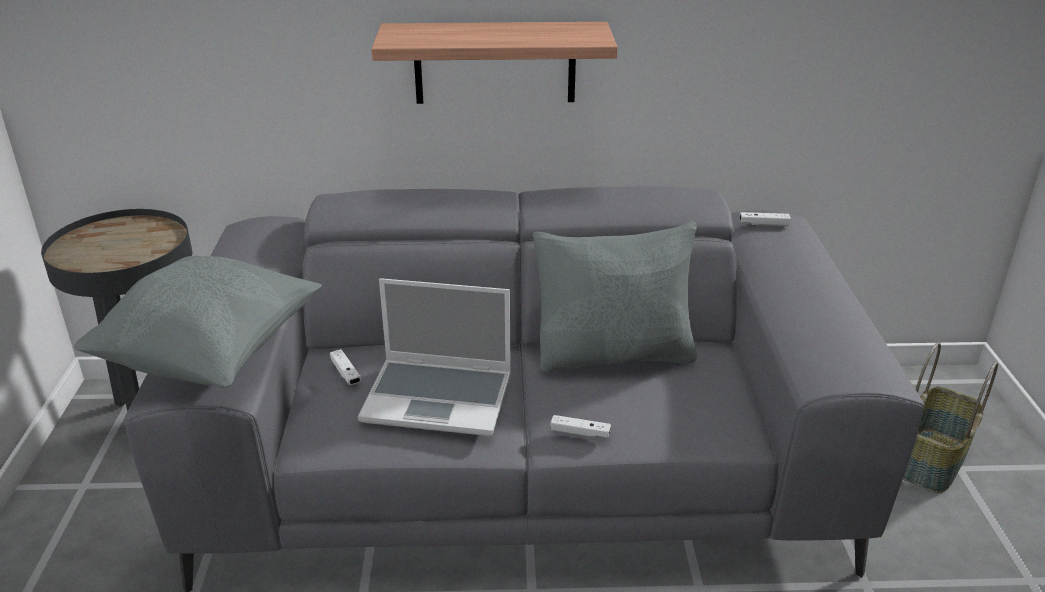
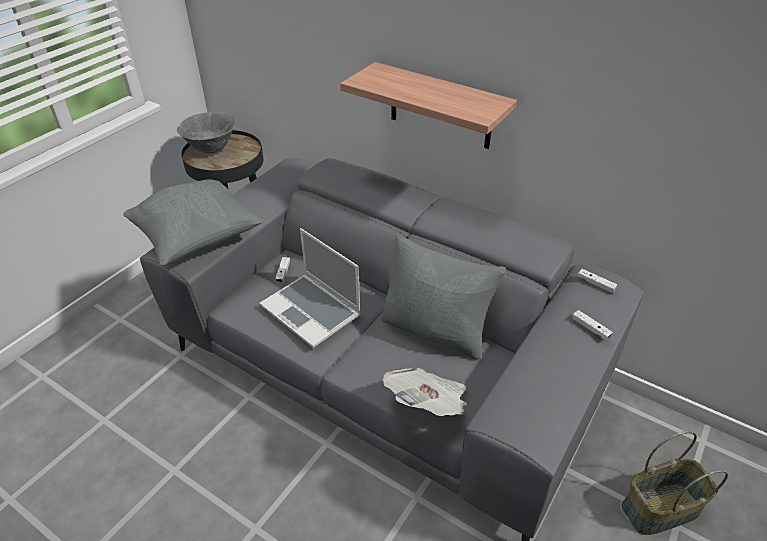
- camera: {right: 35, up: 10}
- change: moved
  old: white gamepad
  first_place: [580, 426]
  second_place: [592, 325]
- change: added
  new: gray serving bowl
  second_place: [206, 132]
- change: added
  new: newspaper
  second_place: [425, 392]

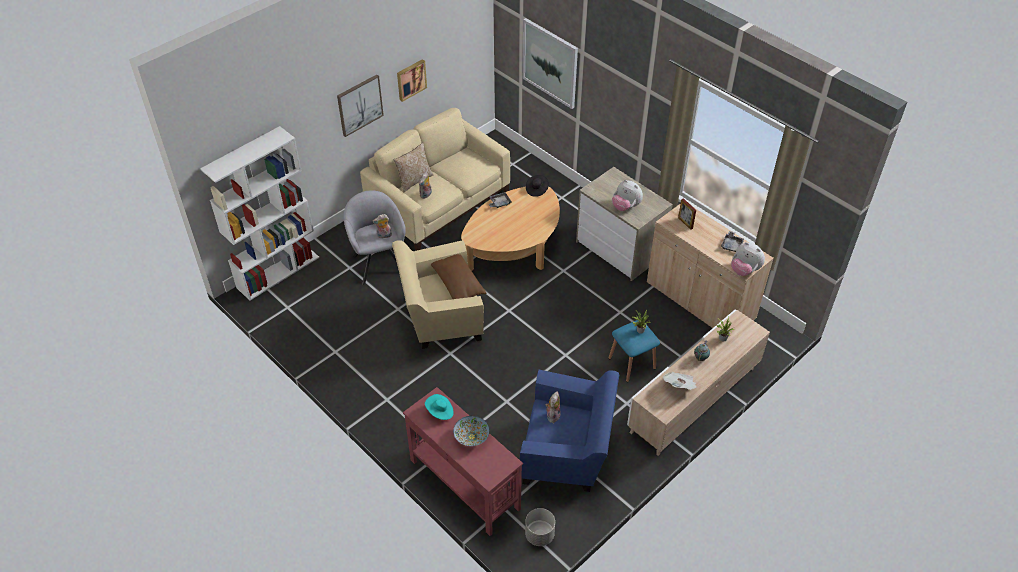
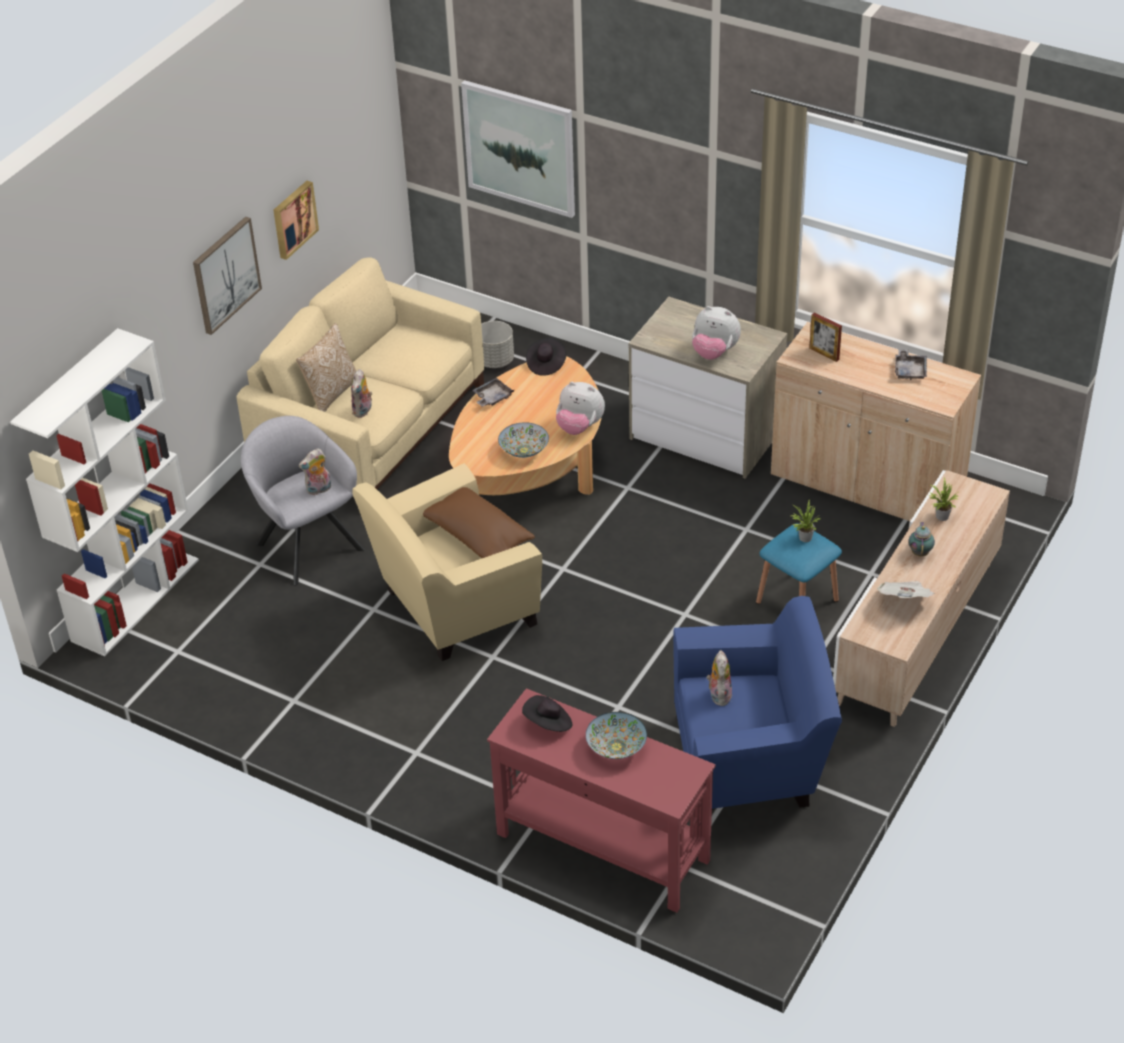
- camera: {right: -15, up: -5}
- change: recoloured
  old: blue-green clothing hat
  new: black clothing hat
  first_place: [439, 407]
  second_place: [547, 713]
- change: moved
  old: gray flower pot
  first_place: [540, 527]
  second_place: [497, 344]
- change: moved
  old: soft toy
  first_place: [748, 259]
  second_place: [580, 408]
- change: added
  new: serving bowl
  second_place: [523, 440]

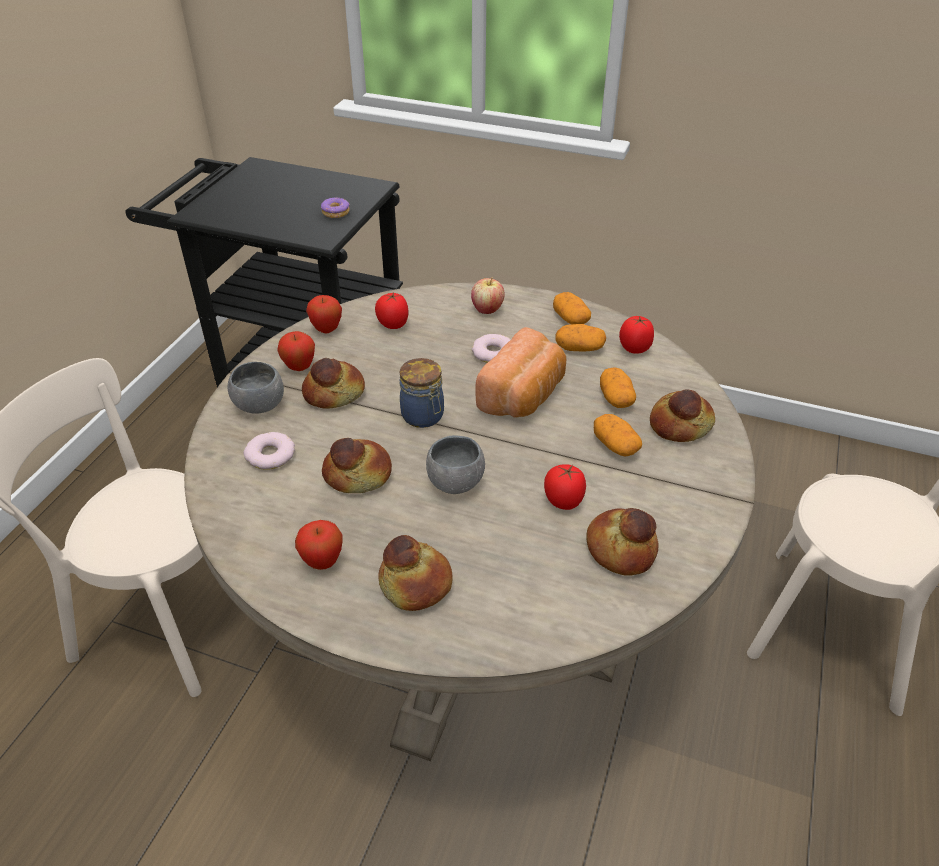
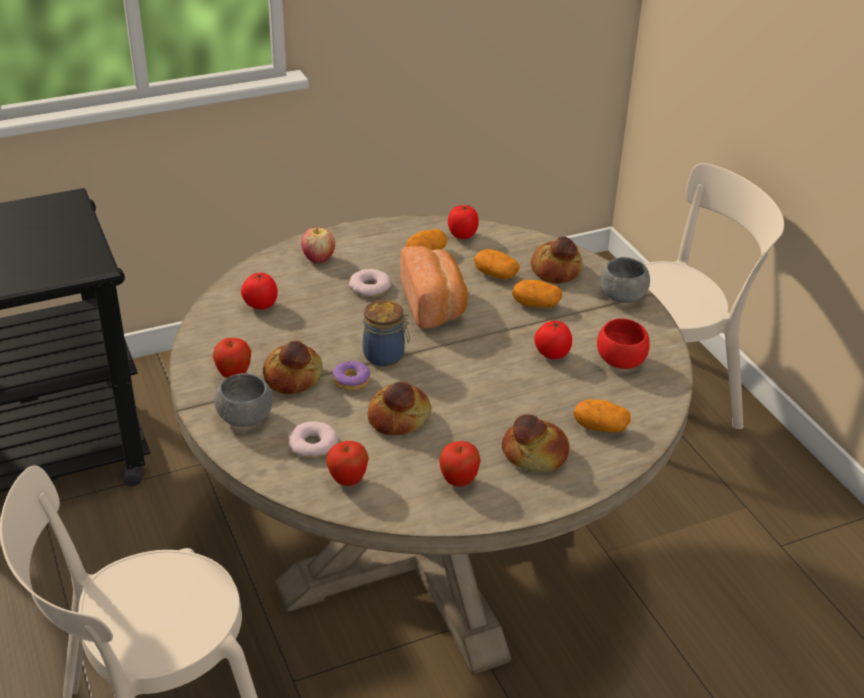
- camera: {right: -45, up: -5}
- change: moved
  old: apple fruit
  first_place: [324, 314]
  second_place: [347, 463]
- change: moved
  old: donut
  first_place: [335, 207]
  second_place: [351, 376]
- change: moved
  old: gray serving bowl
  first_place: [455, 464]
  second_place: [625, 280]
- change: moved
  old: spud
  first_place: [572, 308]
  second_place: [602, 415]
- change: replaced
  old: bread
  new: red-coloured serving bowl
  first_place: [622, 542]
  second_place: [623, 343]

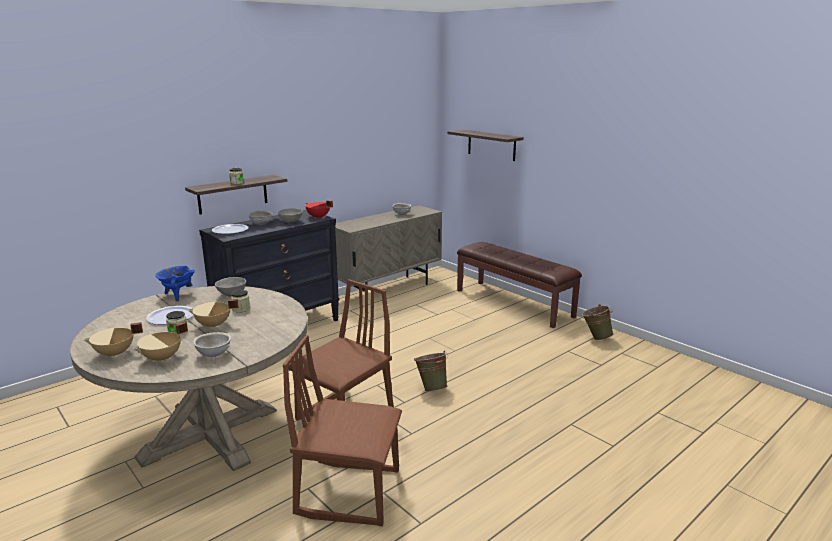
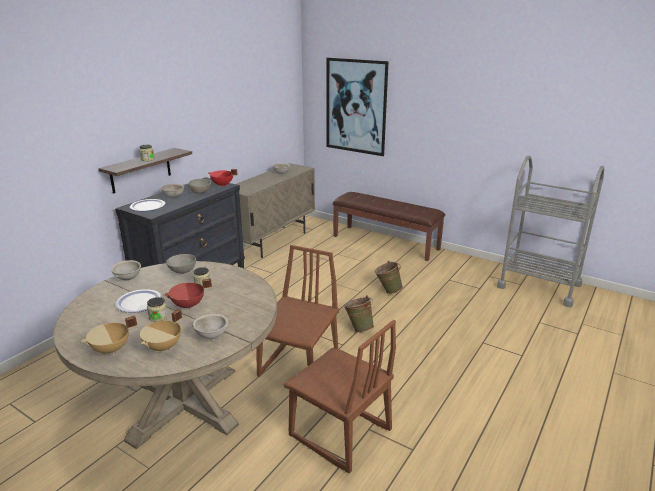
- camera: {right: -15, up: 5}
- change: replaced
  old: bluish saucepot
  new: gray serving bowl
  first_place: [175, 283]
  second_place: [126, 270]
- change: recoloured
  old: beige saucepot
  new: red-coloured saucepot
  first_place: [213, 314]
  second_place: [188, 294]
- change: turned
  old: brown-coloured plain chair
  first_place: [342, 430]
  second_place: [340, 396]
  degrees: -135
- change: replaced
  old: bracket shelf
  new: picture
  first_place: [485, 145]
  second_place: [358, 107]
- change: moved
  old: greenish bucket
  first_place: [597, 322]
  second_place: [389, 277]
- change: added
  new: gray trolley
  second_place: [550, 231]

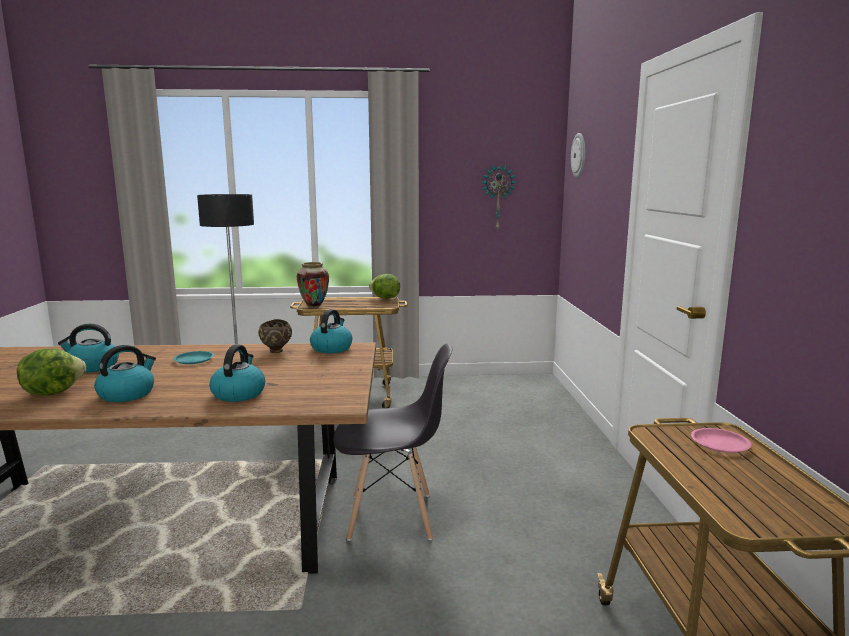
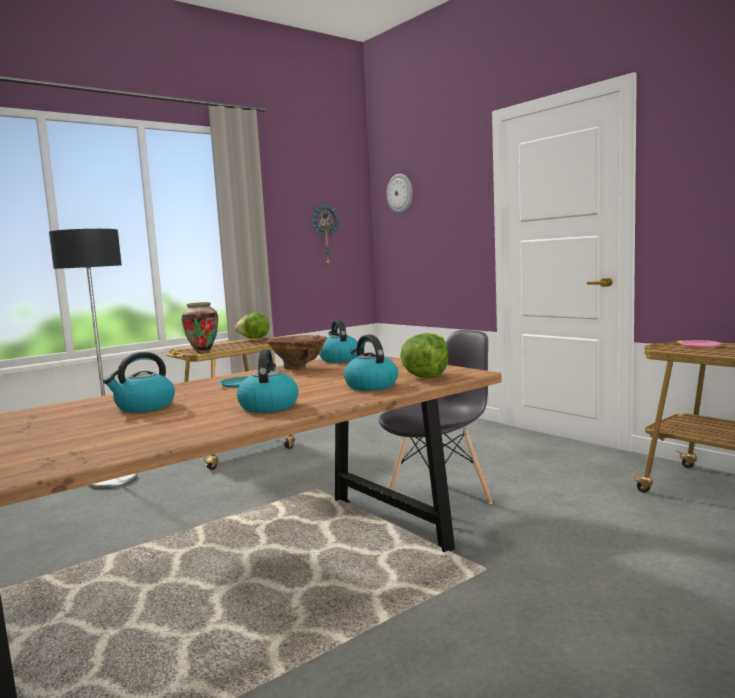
- camera: {right: -35, up: -5}
- change: moved
  old: head of lettuce
  first_place: [51, 372]
  second_place: [424, 355]
- change: replaced
  old: brown-coloured serving bowl
  new: brown-coloured vase
  first_place: [275, 336]
  second_place: [296, 352]

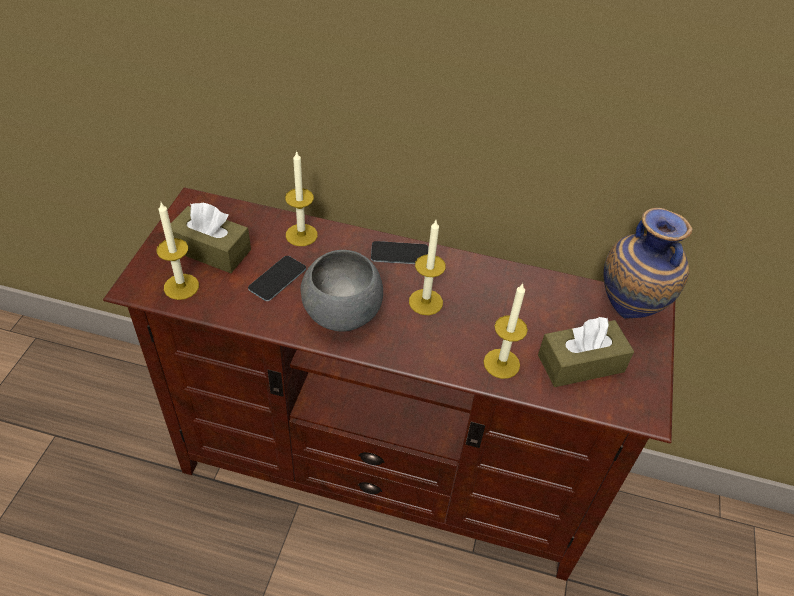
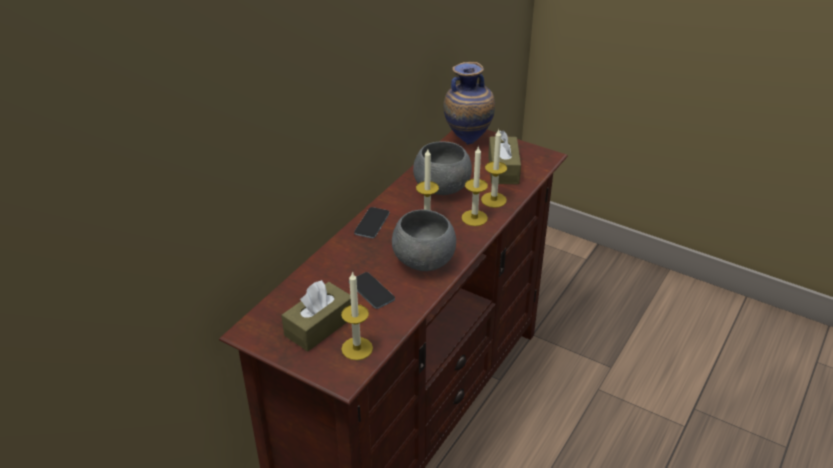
- camera: {right: -70, up: -10}
- change: moved
  old: wax light
  first_place: [301, 198]
  second_place: [474, 186]
- change: added
  new: gray serving bowl
  second_place: [442, 168]

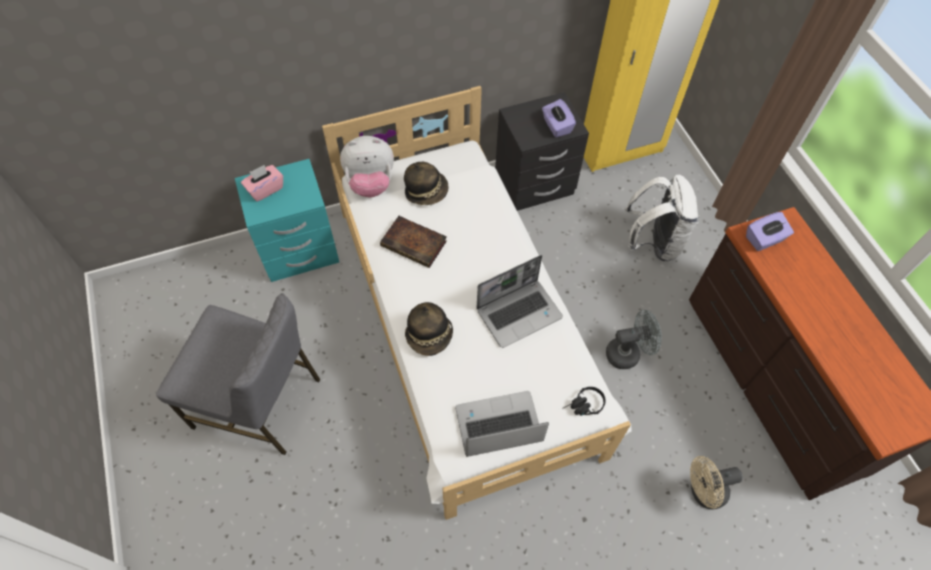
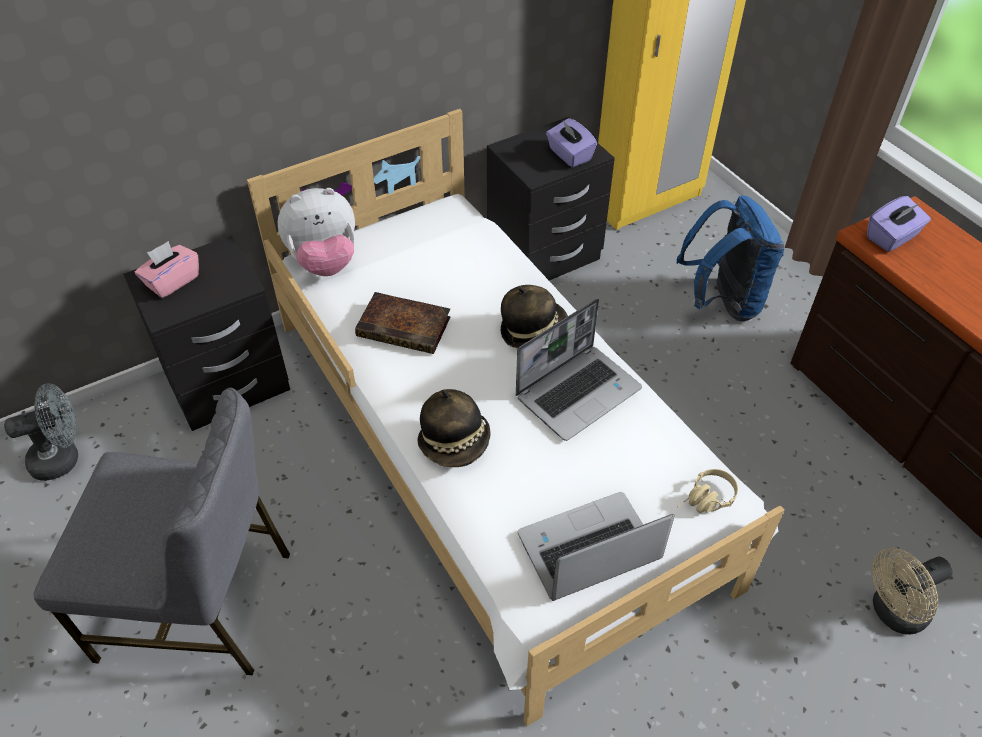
- camera: {right: -10, up: -10}
- change: recoloured
  old: blue-green bedside table
  new: black bedside table
  first_place: [287, 220]
  second_place: [206, 333]
- change: moved
  old: clothing hat
  first_place: [426, 183]
  second_place: [534, 317]
- change: recoloured
  old: black pair of headphones
  new: beige pair of headphones
  first_place: [584, 401]
  second_place: [707, 491]
- change: moved
  old: gray fan
  first_place: [634, 339]
  second_place: [41, 432]
- change: recoloured
  old: white knapsack
  new: bluish knapsack
  first_place: [662, 218]
  second_place: [730, 258]

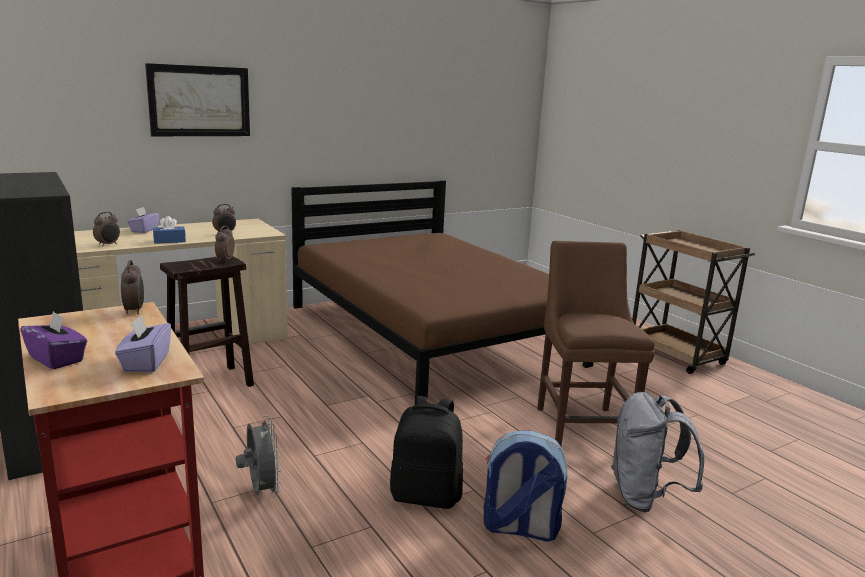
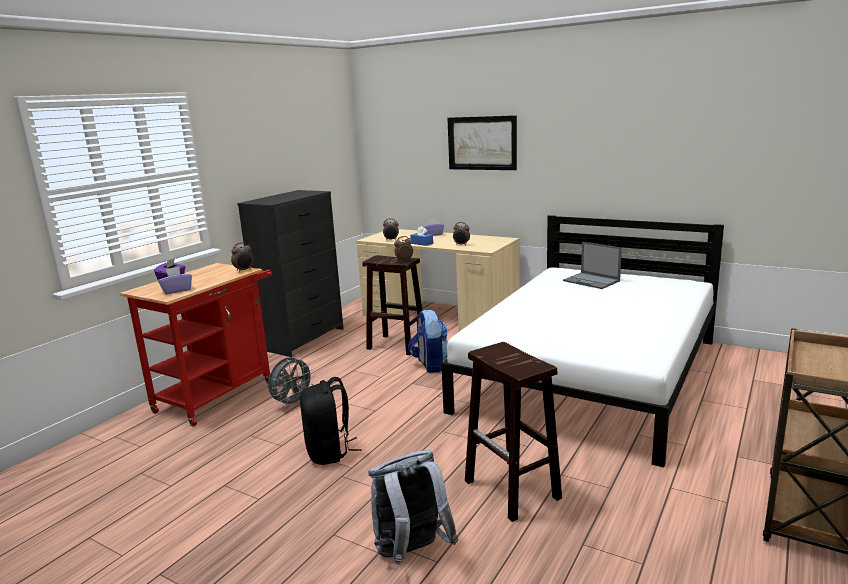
- camera: {right: 65, up: 0}
- change: recoloured
  old: brown-coloured bed
  new: white bed
  first_place: [442, 292]
  second_place: [582, 341]
- change: moved
  old: knapsack
  first_place: [525, 486]
  second_place: [428, 341]
- change: replaced
  old: brown-coloured plain chair
  new: brown-coloured stool
  first_place: [596, 343]
  second_place: [513, 432]
- change: added
  new: notebook computer
  second_place: [592, 265]

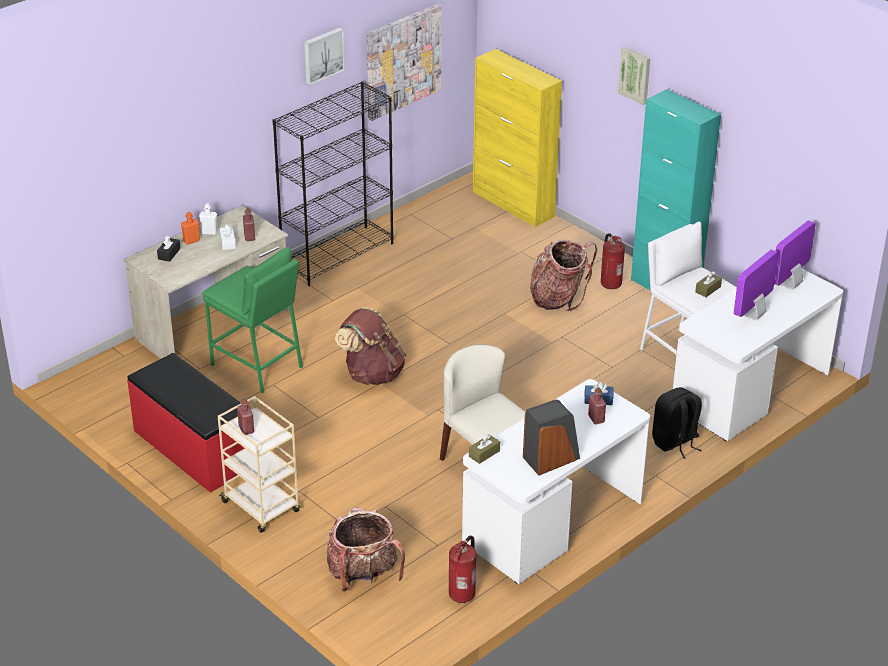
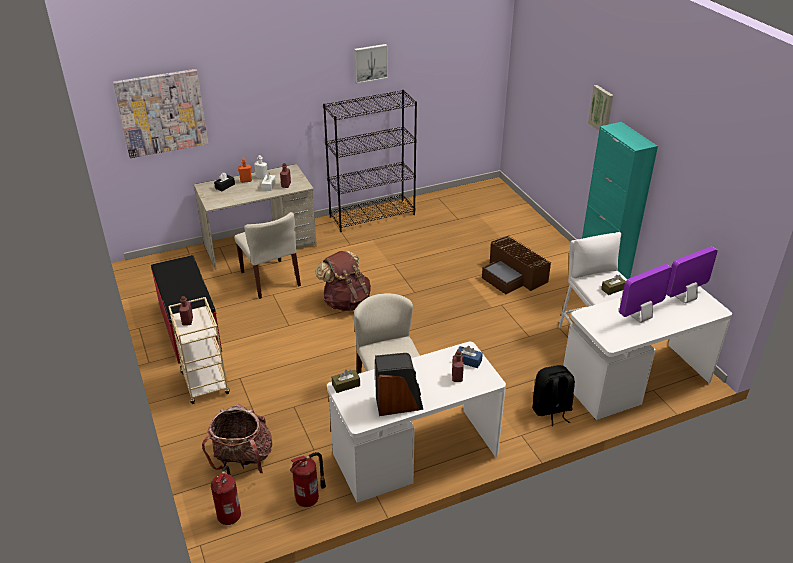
- camera: {right: 20, up: 0}
- change: replaced
  old: greenish stool
  new: beige plain chair
  first_place: [253, 320]
  second_place: [267, 255]
- change: moved
  old: picture
  first_place: [404, 62]
  second_place: [160, 113]
- change: removed
  old: yellow cabinet
  first_place: [517, 138]
- change: replaced
  old: knapsack
  new: brown-coloured storage bin
  first_place: [563, 275]
  second_place: [516, 265]
- change: moved
  old: extinguisher
  first_place: [613, 261]
  second_place: [226, 495]

